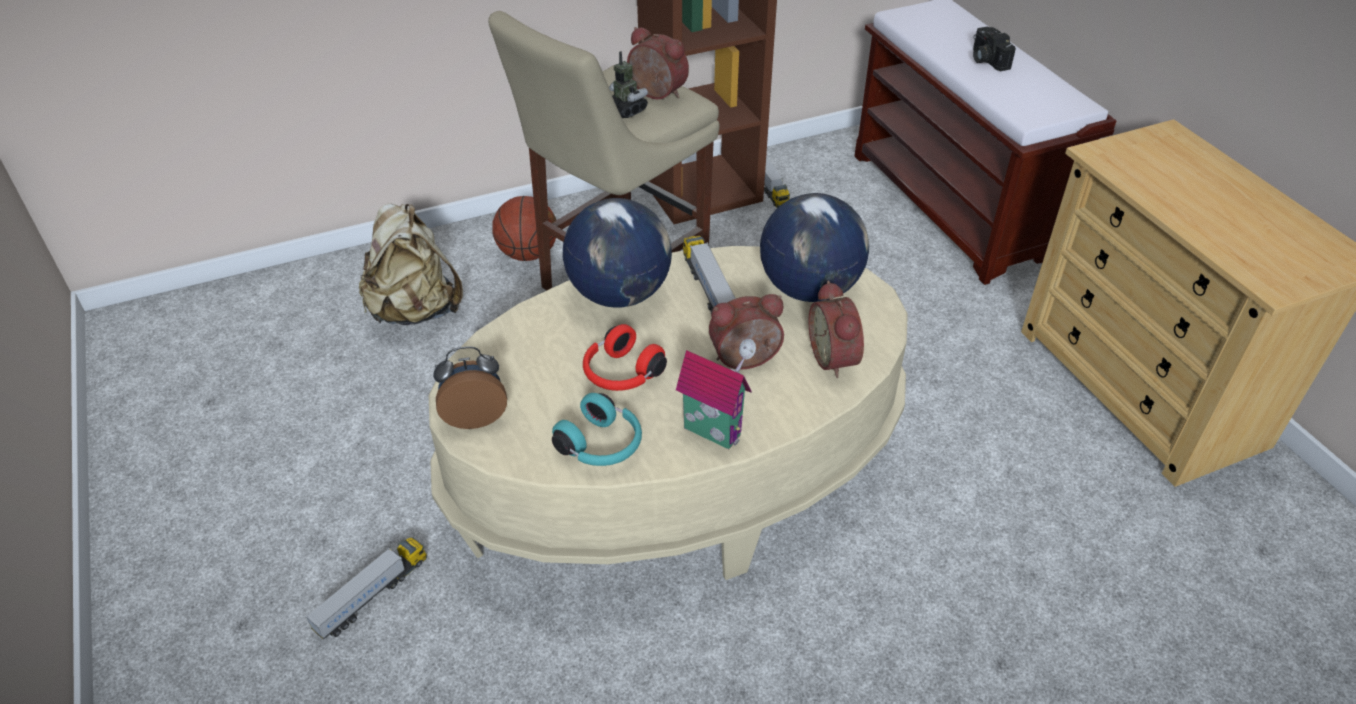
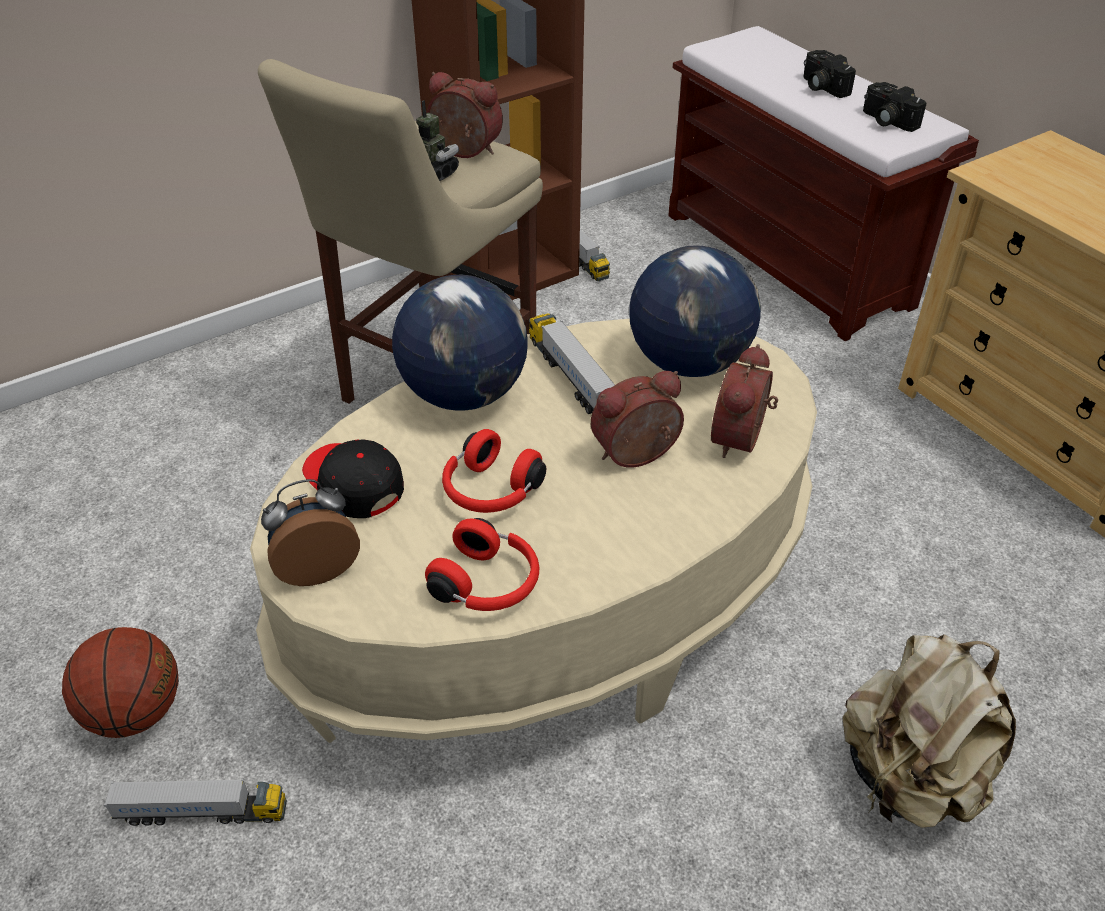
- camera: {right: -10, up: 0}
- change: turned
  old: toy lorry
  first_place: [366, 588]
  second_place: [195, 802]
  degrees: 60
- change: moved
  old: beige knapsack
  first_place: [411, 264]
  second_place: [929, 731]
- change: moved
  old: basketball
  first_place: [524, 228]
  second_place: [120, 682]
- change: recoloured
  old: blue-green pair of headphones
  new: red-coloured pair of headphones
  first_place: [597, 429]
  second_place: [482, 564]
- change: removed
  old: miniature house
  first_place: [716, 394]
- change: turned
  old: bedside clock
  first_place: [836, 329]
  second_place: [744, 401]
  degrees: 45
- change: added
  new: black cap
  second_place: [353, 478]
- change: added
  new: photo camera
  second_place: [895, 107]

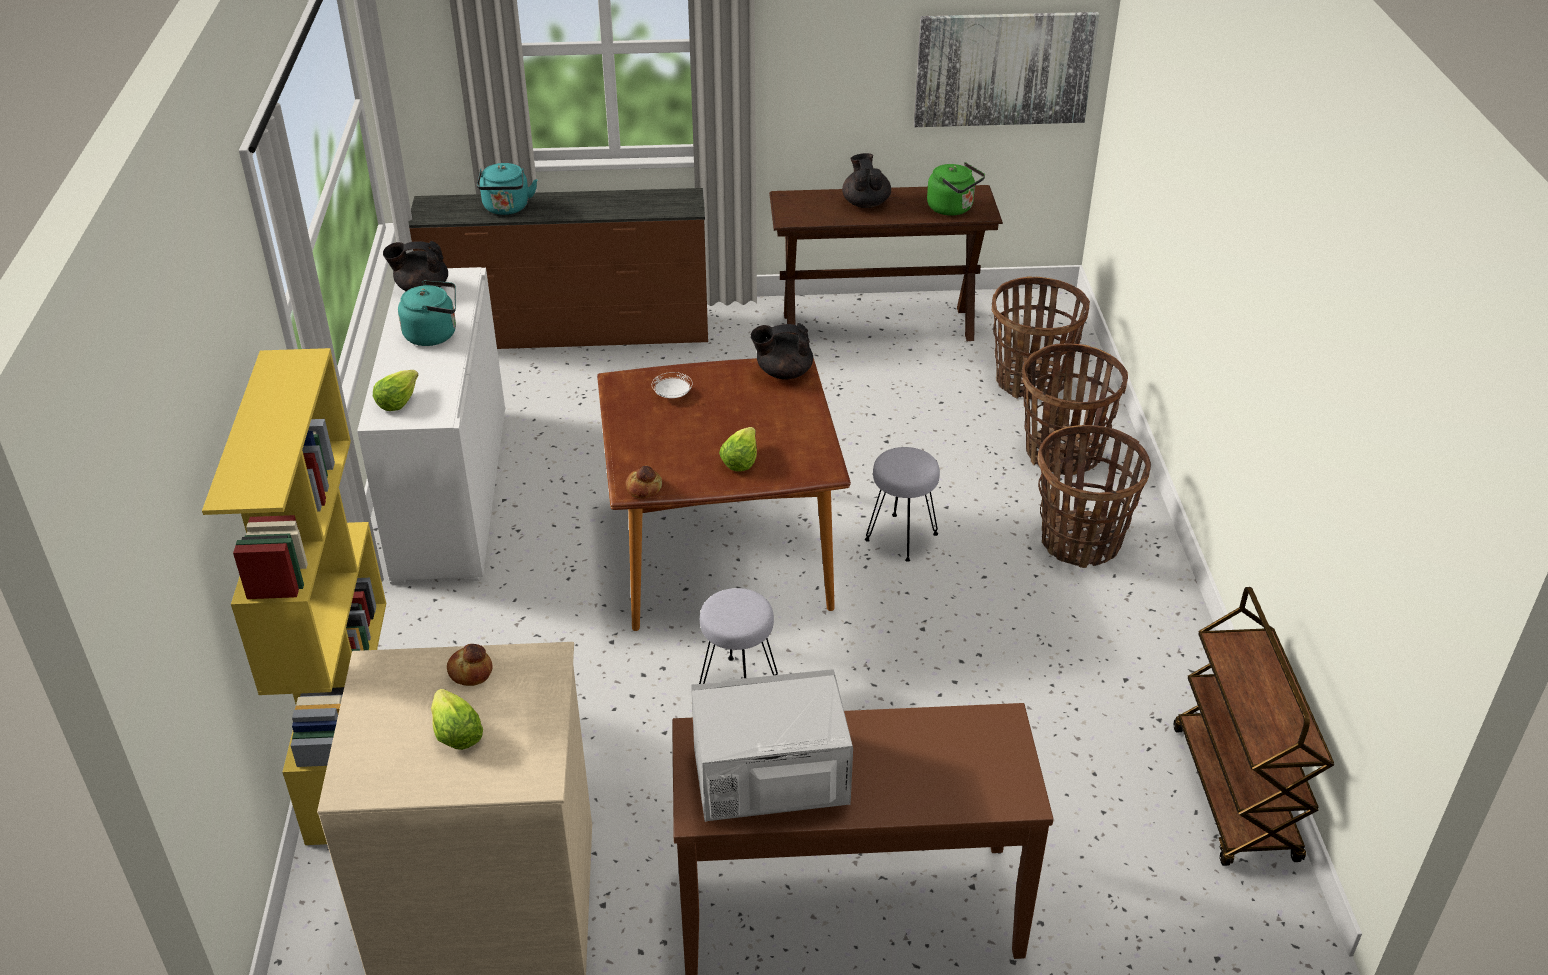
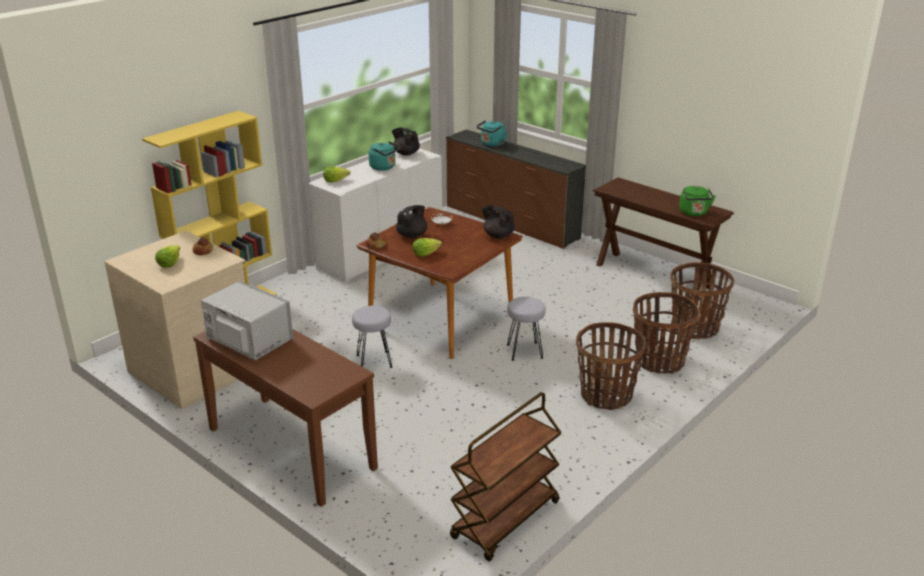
- camera: {right: 45, up: -10}
- change: moved
  old: black teapot
  first_place: [866, 180]
  second_place: [412, 221]
- change: removed
  old: picture
  first_place: [1006, 69]

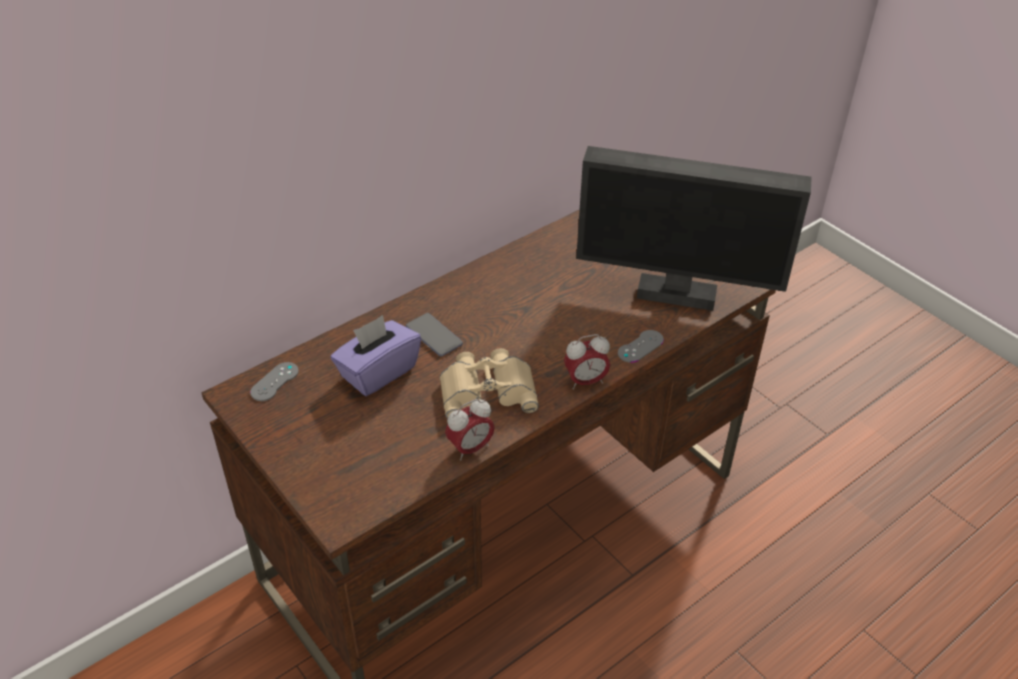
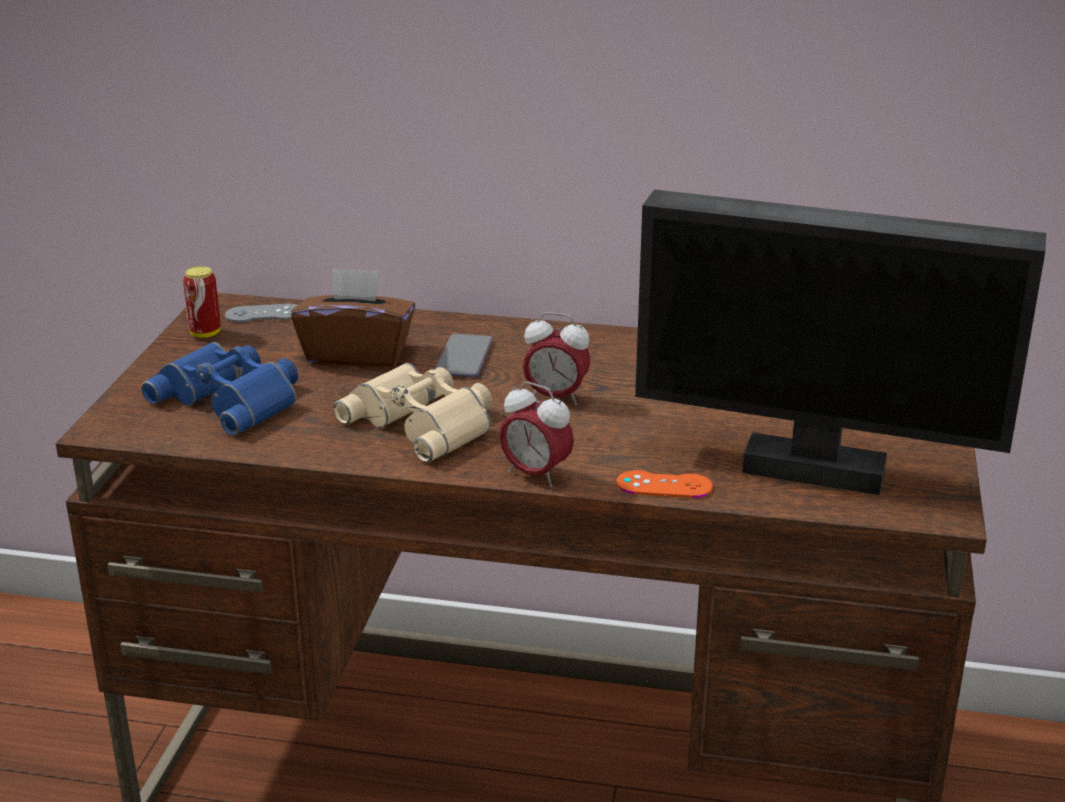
- camera: {right: 50, up: -15}
- change: recoloured
  old: purple-coloured tissue box
  new: brown-coloured tissue box
  first_place: [376, 355]
  second_place: [353, 317]
- change: moved
  old: bedside clock
  first_place: [470, 429]
  second_place: [556, 359]
- change: turned
  old: computer screen
  first_place: [694, 228]
  second_place: [841, 342]
  degrees: -45
- change: recoloured
  old: gray gamepad
  new: orangey gamepad
  first_place: [641, 346]
  second_place: [664, 484]
- change: added
  new: bluish pair of binoculars
  second_place: [219, 389]
- change: added
  new: can
  second_place: [202, 302]

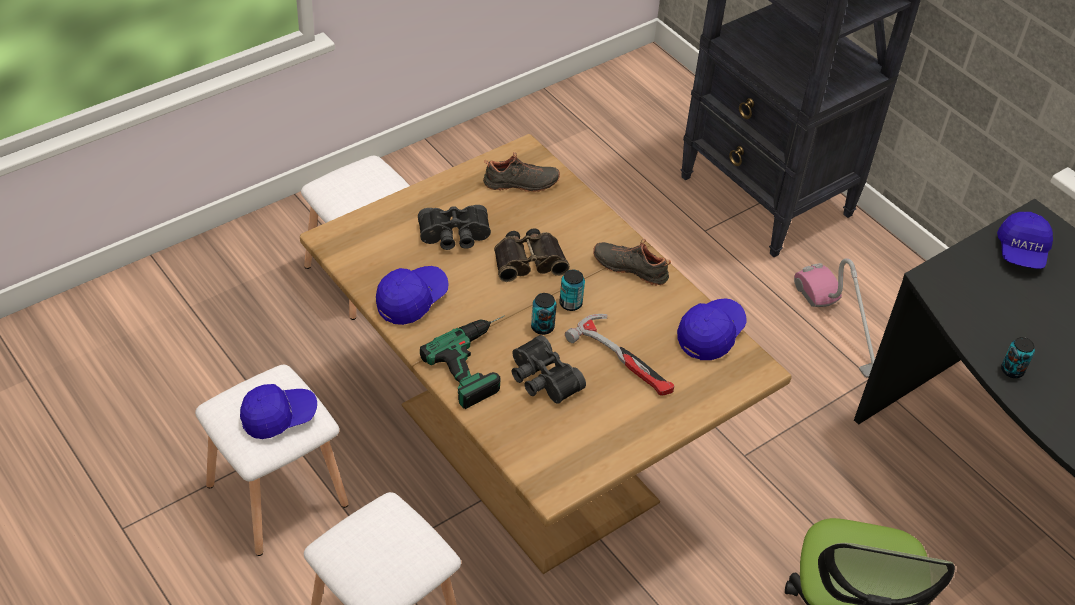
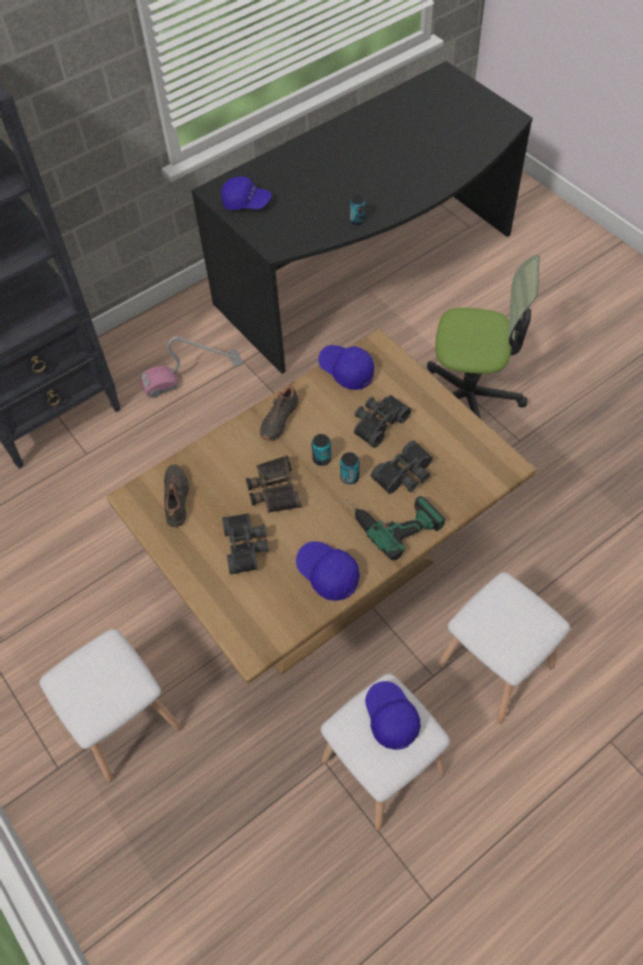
- camera: {right: -85, up: 10}
- change: replaced
  old: hammer
  new: black pair of binoculars
  first_place: [619, 355]
  second_place: [382, 421]

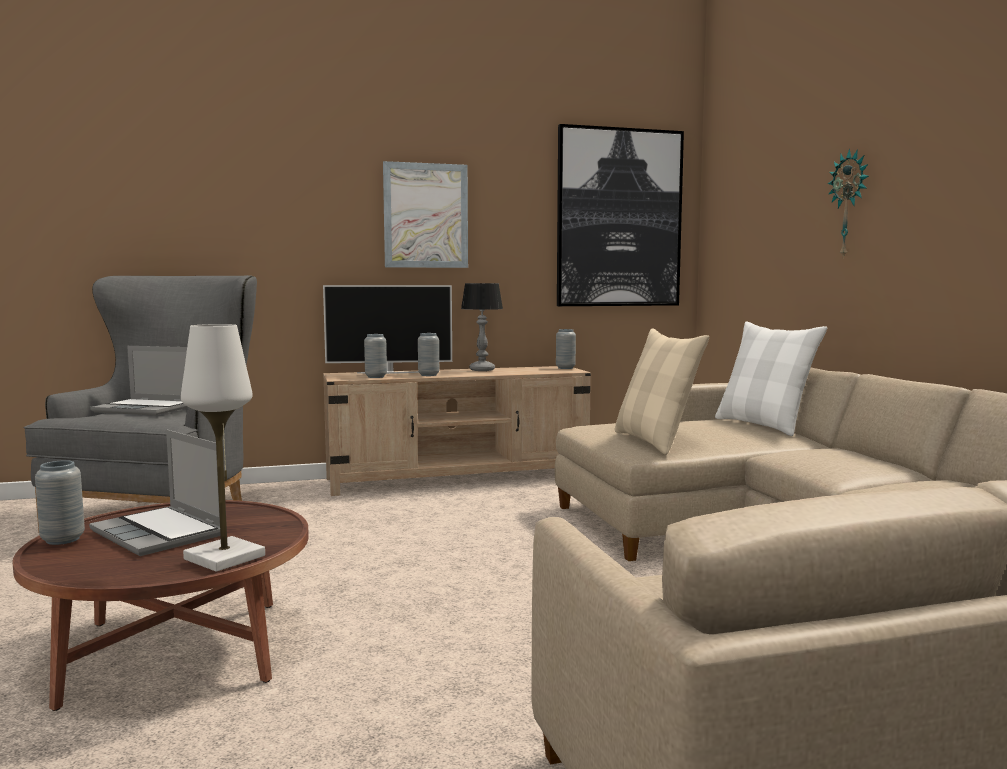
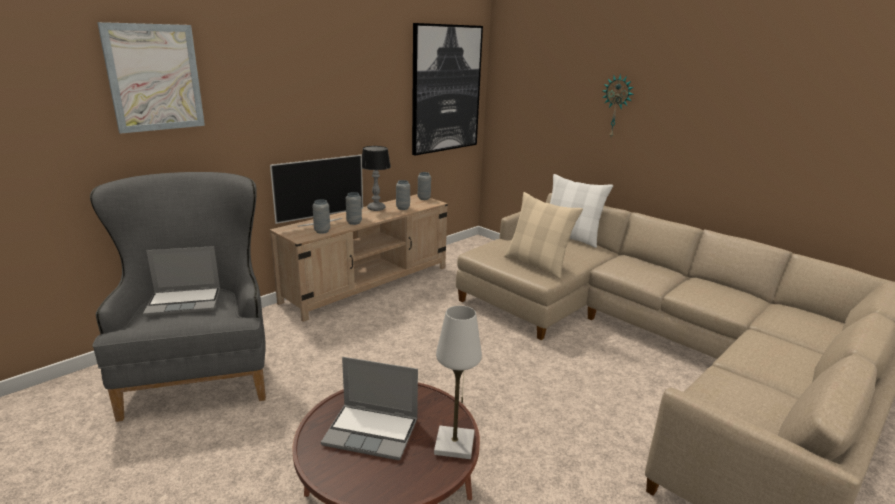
- camera: {right: -30, up: 15}
- change: moved
  old: gray vase
  first_place: [60, 502]
  second_place: [403, 195]
- change: moved
  old: picture
  first_place: [425, 214]
  second_place: [151, 78]

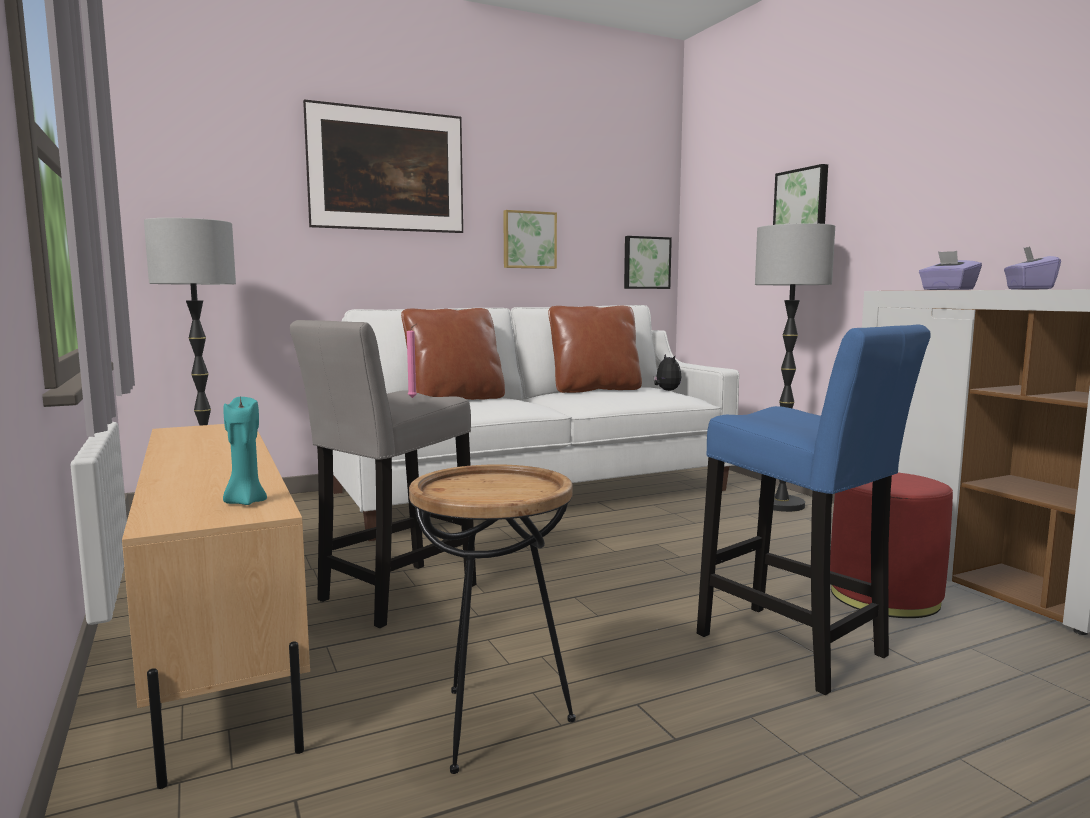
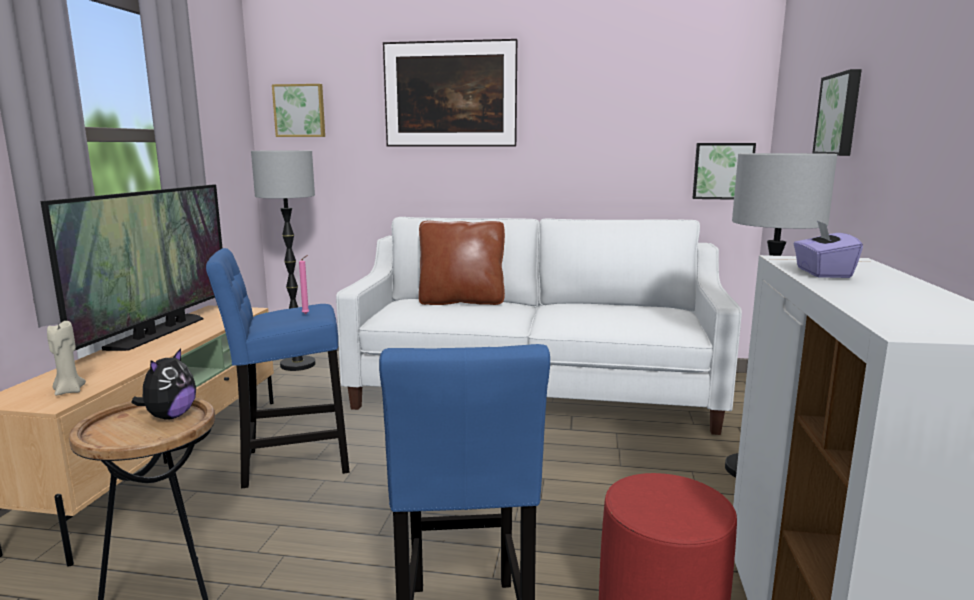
- camera: {right: 35, up: 5}
- change: recoloured
  old: blue-green wax light
  new: beige wax light
  first_place: [245, 451]
  second_place: [66, 358]
- change: recoloured
  old: gray stool
  new: bluish stool
  first_place: [383, 474]
  second_place: [277, 368]
- change: moved
  old: picture
  first_place: [530, 239]
  second_place: [298, 110]
- change: removed
  old: brown-coloured throw pillow
  first_place: [595, 349]
- change: moved
  old: soft toy
  first_place: [667, 372]
  second_place: [163, 384]
- change: removed
  old: purple-coloured tissue box
  first_place: [1032, 268]
- change: added
  new: television
  second_place: [132, 267]

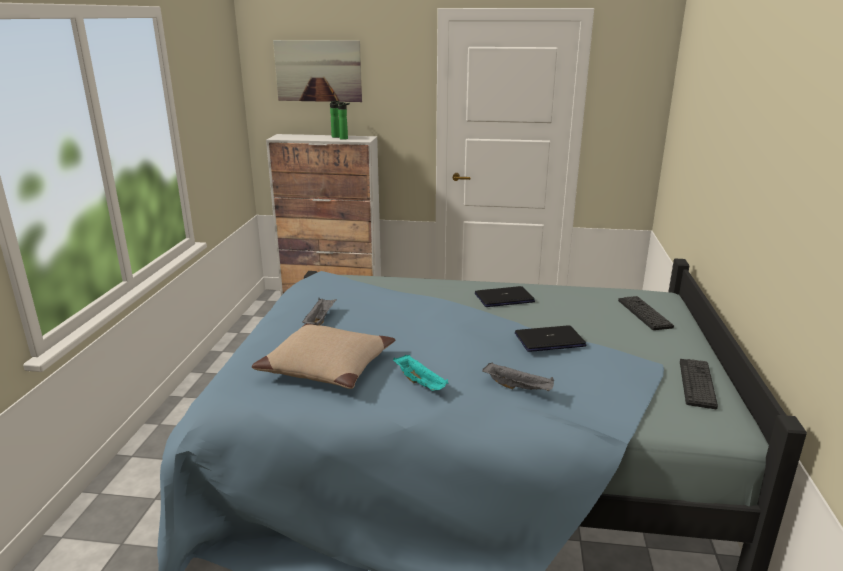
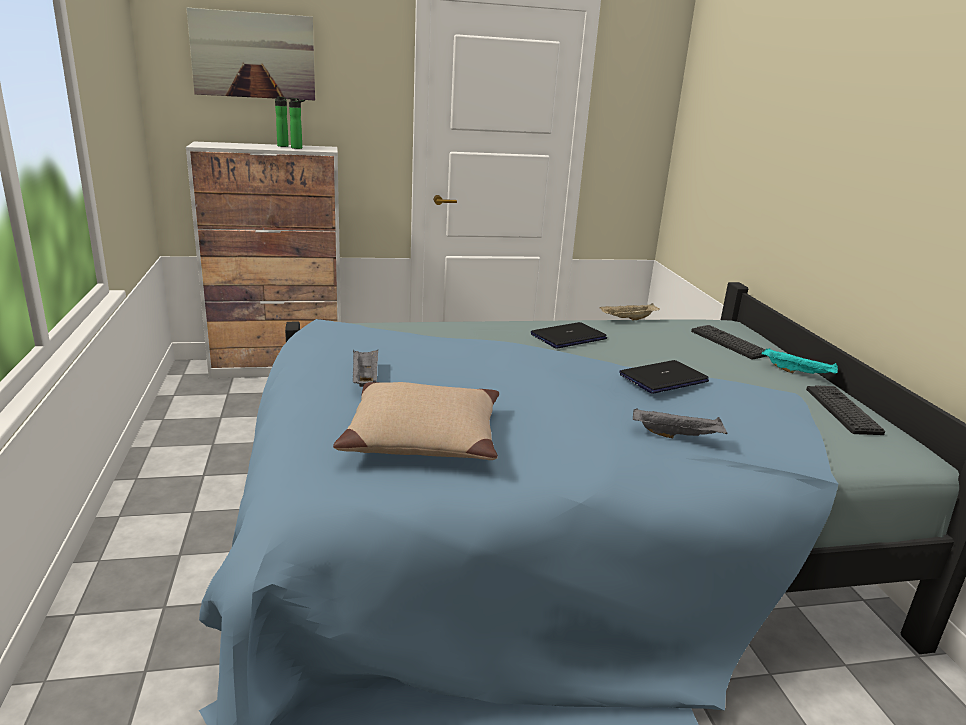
- camera: {right: -20, up: 0}
- change: moved
  old: blue-green tray
  first_place: [420, 373]
  second_place: [800, 361]
- change: added
  new: beige tray
  second_place: [629, 311]

